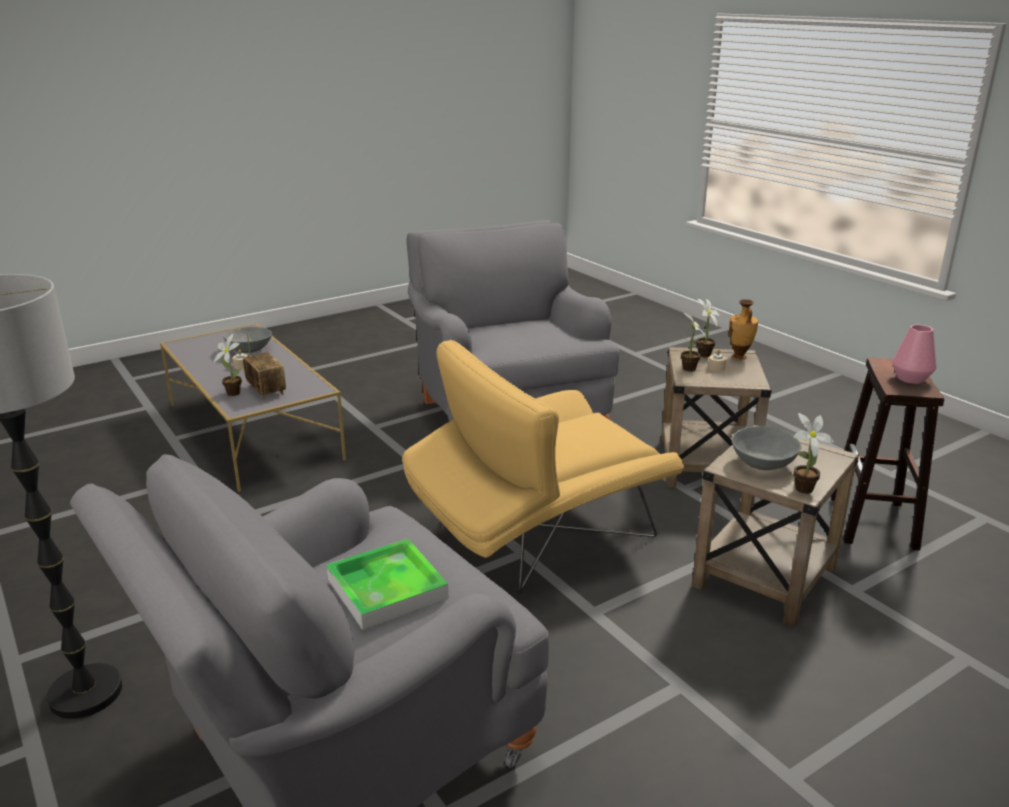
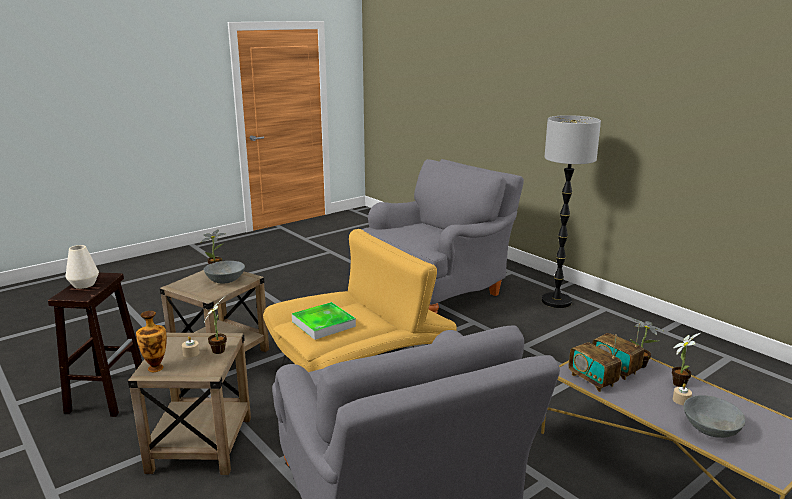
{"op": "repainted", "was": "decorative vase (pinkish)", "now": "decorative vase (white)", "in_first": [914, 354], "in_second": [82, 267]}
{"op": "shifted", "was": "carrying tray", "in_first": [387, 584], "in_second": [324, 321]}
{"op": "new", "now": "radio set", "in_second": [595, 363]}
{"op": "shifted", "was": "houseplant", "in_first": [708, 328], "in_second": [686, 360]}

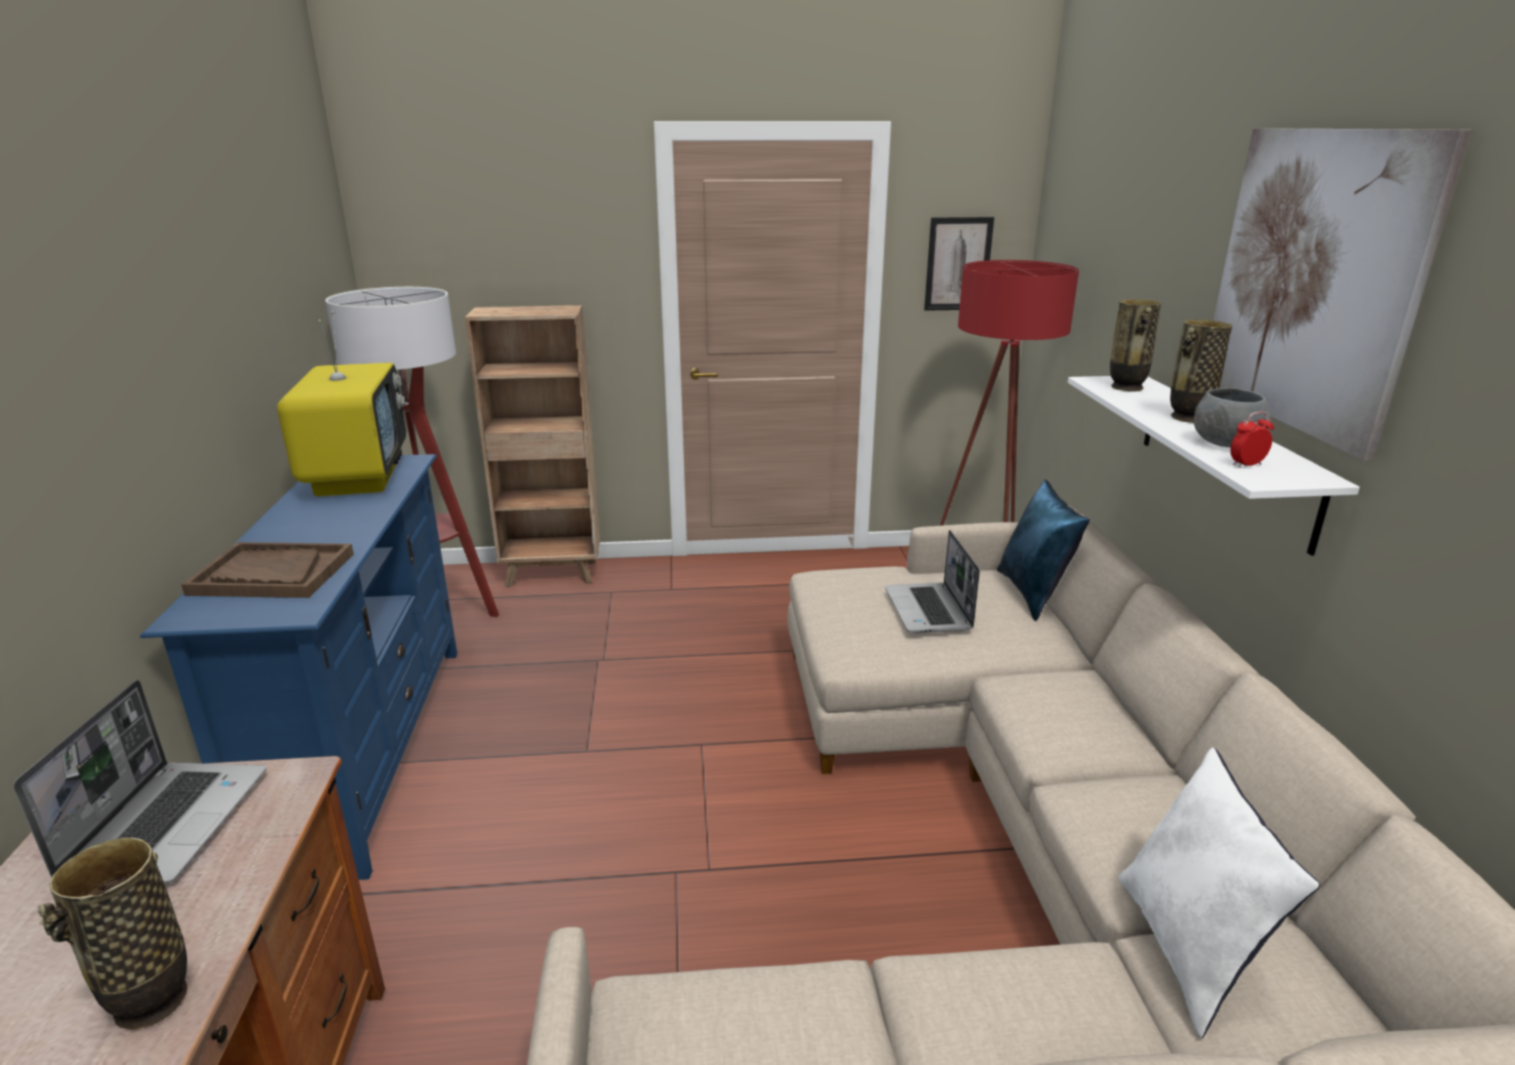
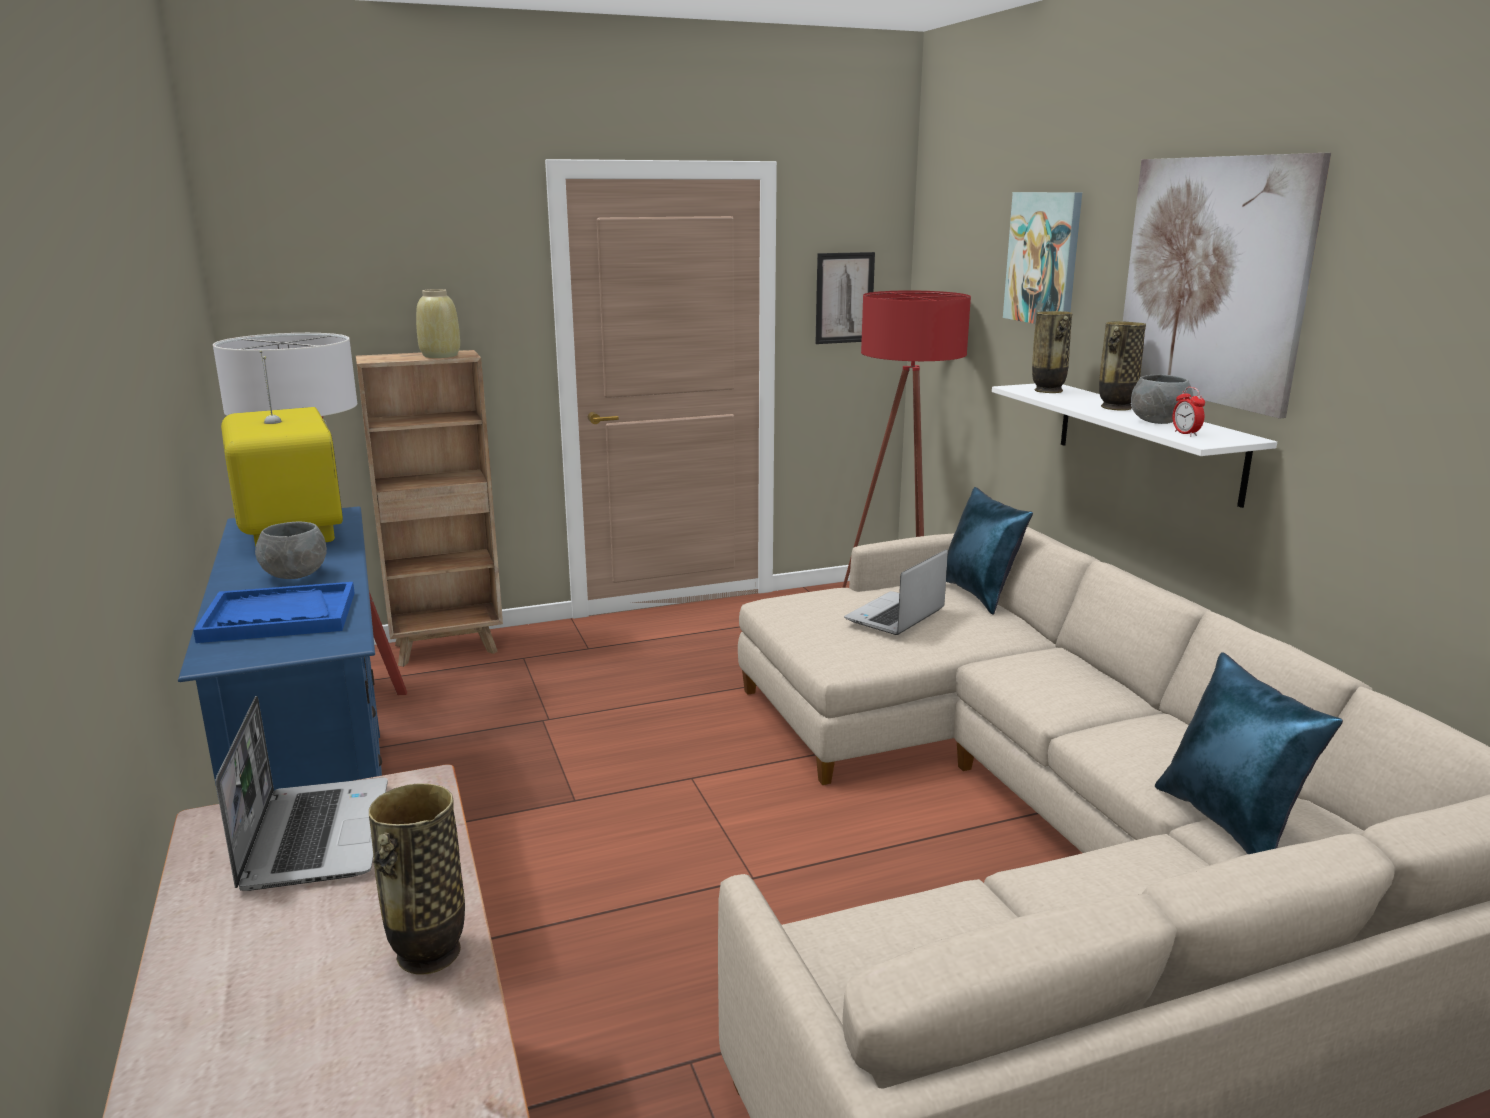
{"op": "repainted", "was": "carrying tray (brownish)", "now": "carrying tray (blue-coloured)", "in_first": [267, 570], "in_second": [274, 612]}
{"op": "new", "now": "serving bowl (gray)", "in_second": [291, 550]}
{"op": "new", "now": "decorative vase (beige-coloured)", "in_second": [438, 323]}
{"op": "rotated", "was": "notebook computer", "in_first": [932, 581], "in_second": [896, 592], "clockwise": 60}
{"op": "new", "now": "picture", "in_second": [1042, 258]}
{"op": "repainted", "was": "cushion (white)", "now": "cushion (blue-coloured)", "in_first": [1219, 893], "in_second": [1249, 753]}
{"op": "rotated", "was": "table clock", "in_first": [1252, 440], "in_second": [1188, 411], "clockwise": -75}

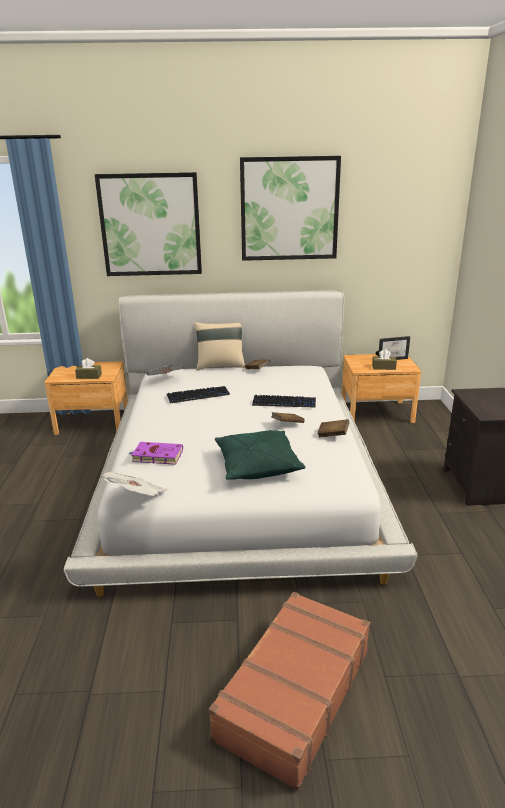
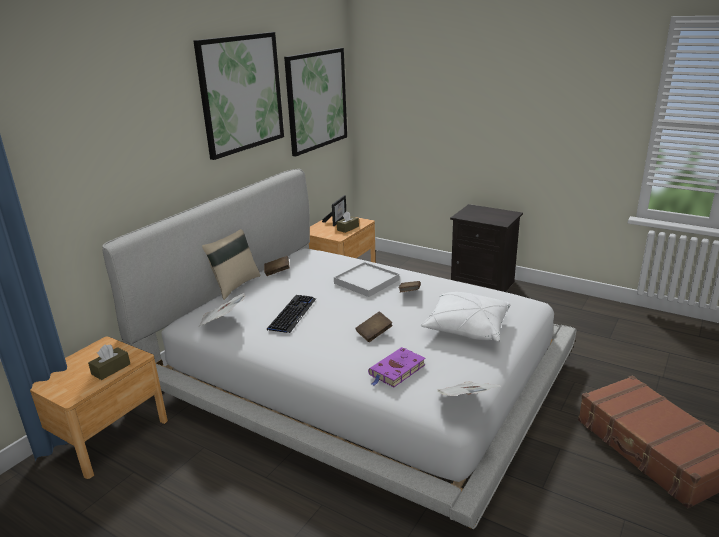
{"op": "shifted", "was": "picture", "in_first": [148, 224], "in_second": [315, 102]}
{"op": "swapped", "was": "PC keyboard", "now": "carrying tray (white)", "in_first": [284, 401], "in_second": [366, 279]}
{"op": "shifted", "was": "bound book (brownish)", "in_first": [333, 428], "in_second": [374, 327]}
{"op": "repainted", "was": "cushion (greenish)", "now": "cushion (white)", "in_first": [260, 455], "in_second": [465, 317]}

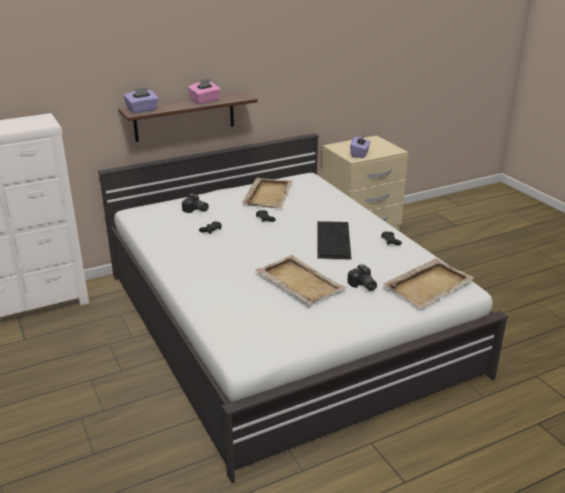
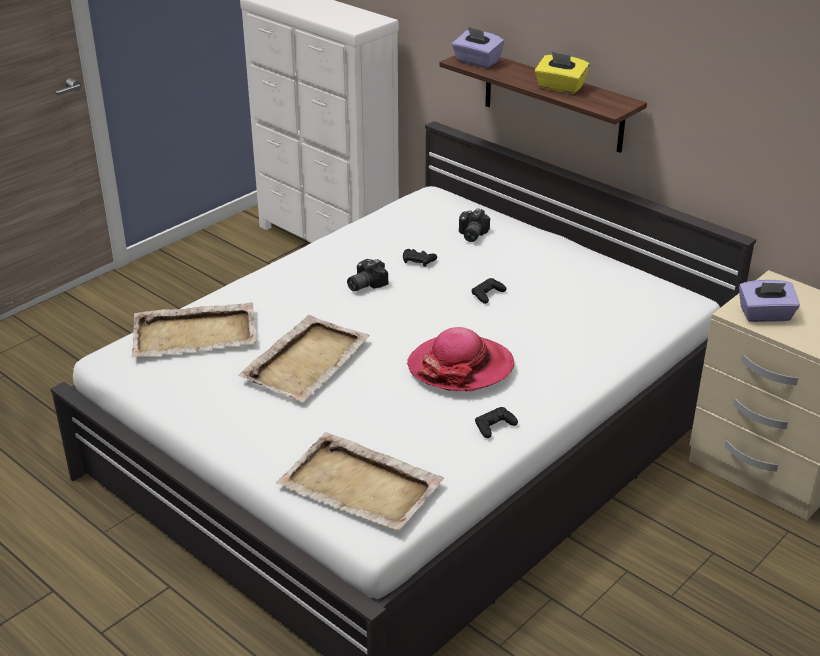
{"op": "shifted", "was": "carrying tray (beige-coloured)", "in_first": [267, 192], "in_second": [194, 330]}
{"op": "shifted", "was": "still camera", "in_first": [362, 277], "in_second": [367, 275]}
{"op": "swapped", "was": "PC keyboard", "now": "wearable hat", "in_first": [334, 240], "in_second": [460, 359]}
{"op": "repainted", "was": "box of tissues (pinkish)", "now": "box of tissues (yellowish)", "in_first": [204, 91], "in_second": [562, 73]}

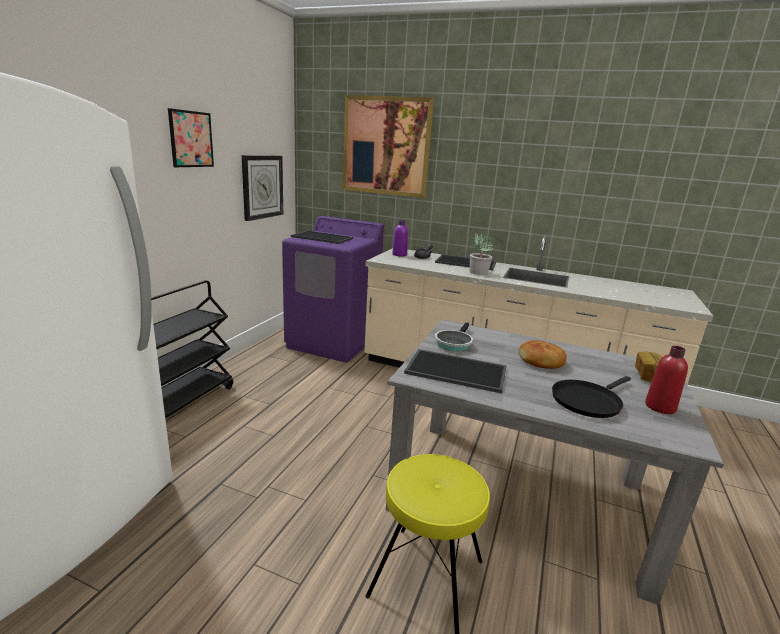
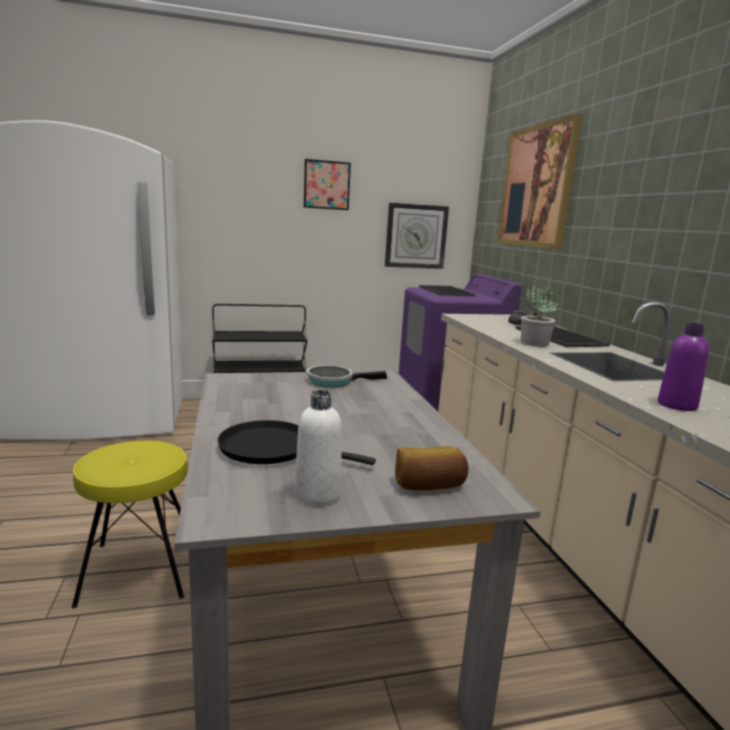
{"op": "repainted", "was": "beverage bottle (red)", "now": "beverage bottle (white)", "in_first": [666, 380], "in_second": [318, 448]}
{"op": "shifted", "was": "beverage bottle (purple)", "in_first": [400, 238], "in_second": [683, 367]}
{"op": "gone", "was": "carrying tray", "in_first": [455, 371]}
{"op": "gone", "was": "baked bread", "in_first": [543, 354]}

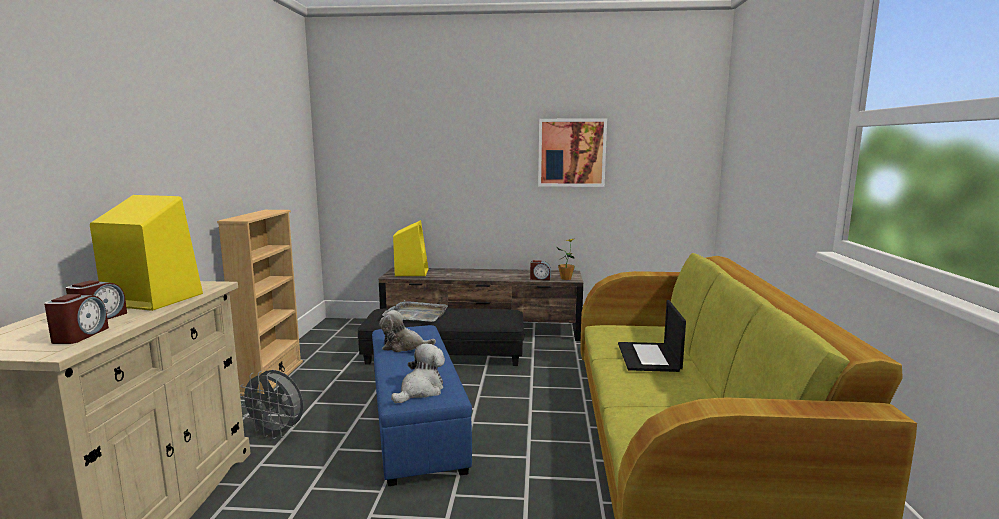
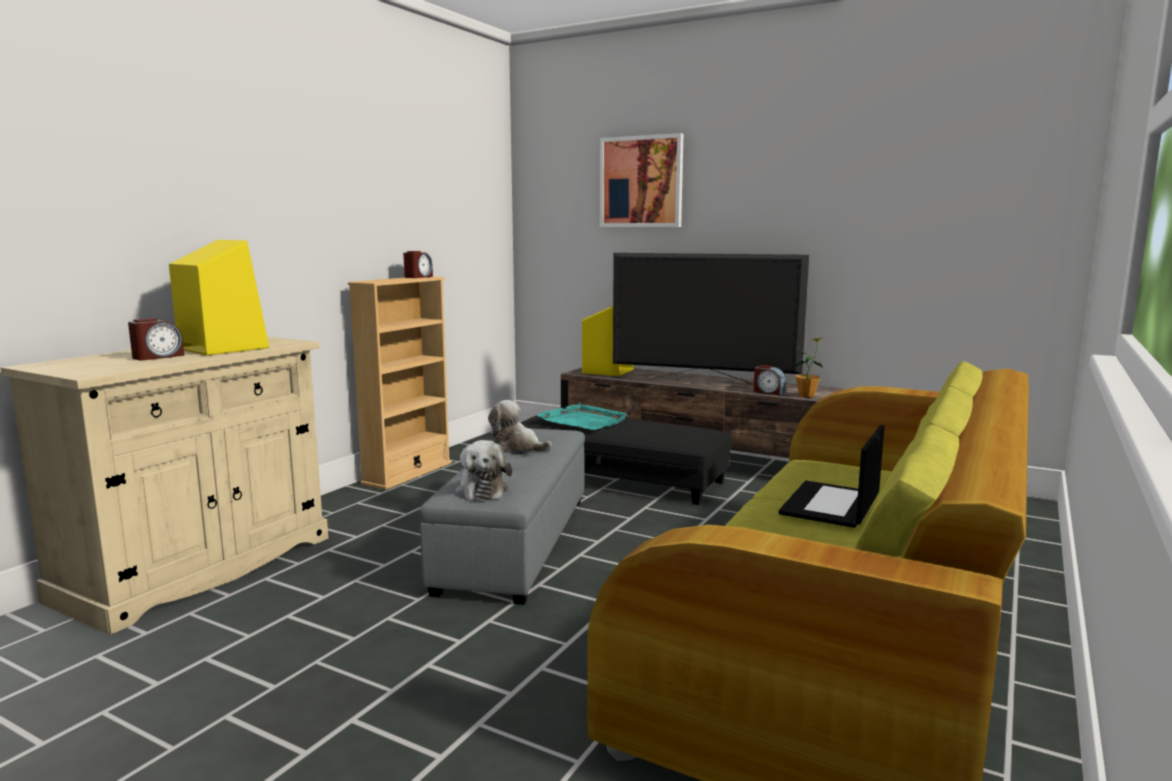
{"op": "shifted", "was": "table clock", "in_first": [76, 319], "in_second": [418, 264]}
{"op": "repainted", "was": "ottoman (blue-coloured)", "now": "ottoman (gray)", "in_first": [422, 405], "in_second": [502, 516]}
{"op": "rotated", "was": "plush toy", "in_first": [418, 373], "in_second": [483, 470], "clockwise": 105}
{"op": "repainted", "was": "carrying tray (gray)", "now": "carrying tray (turquoise-coloured)", "in_first": [415, 311], "in_second": [582, 416]}
{"op": "shifted", "was": "picture", "in_first": [572, 152], "in_second": [641, 180]}
{"op": "new", "now": "TV set", "in_second": [711, 318]}
{"op": "gone", "was": "cooling fan (gray)", "in_first": [272, 404]}

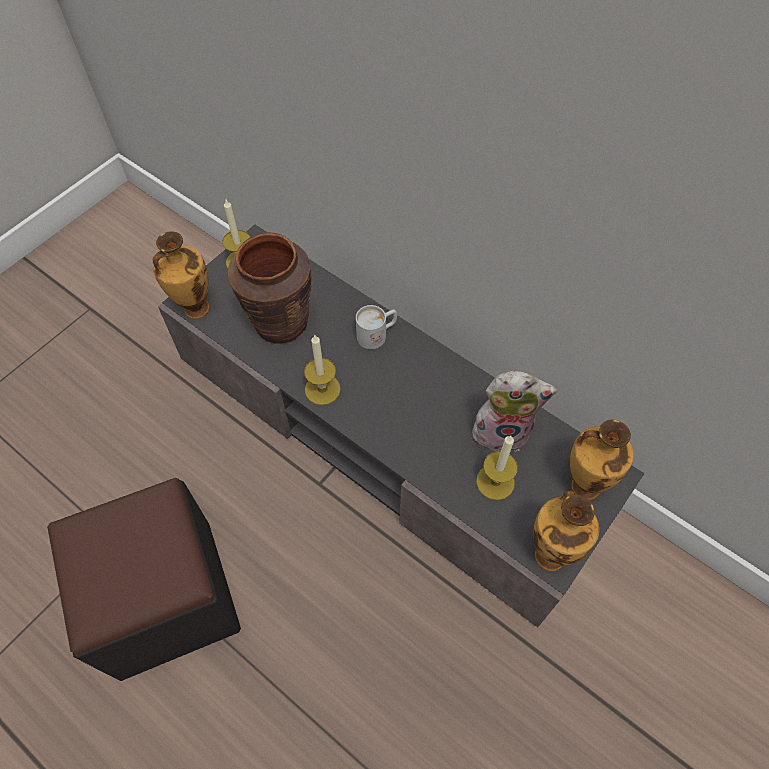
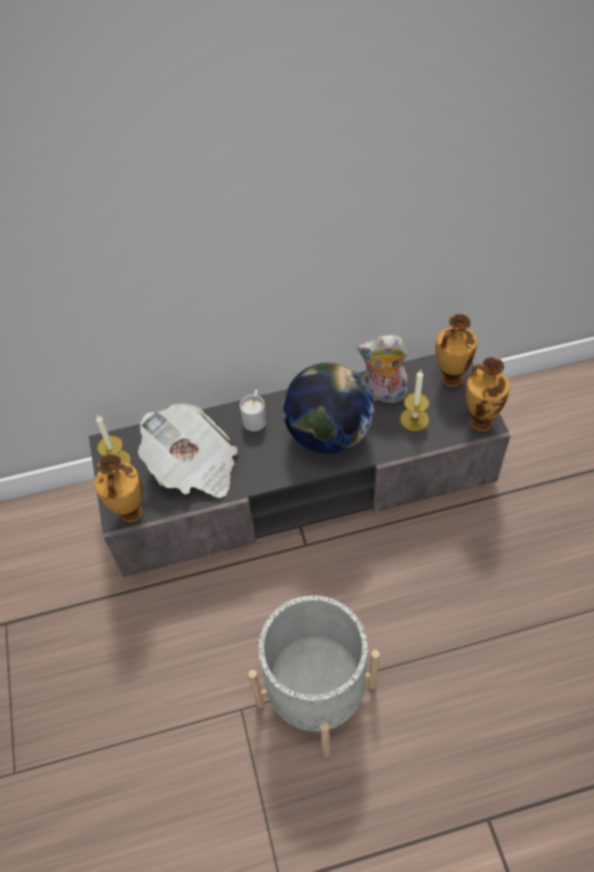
{"op": "swapped", "was": "decorative vase (brownish)", "now": "newspaper", "in_first": [269, 287], "in_second": [187, 451]}
{"op": "swapped", "was": "ottoman (black)", "now": "flower pot (gray)", "in_first": [144, 579], "in_second": [314, 676]}
{"op": "new", "now": "desk globe", "in_second": [328, 408]}
{"op": "rotated", "was": "plush toy", "in_first": [514, 411], "in_second": [383, 369], "clockwise": -120}
{"op": "gone", "was": "wax candle", "in_first": [322, 369]}

